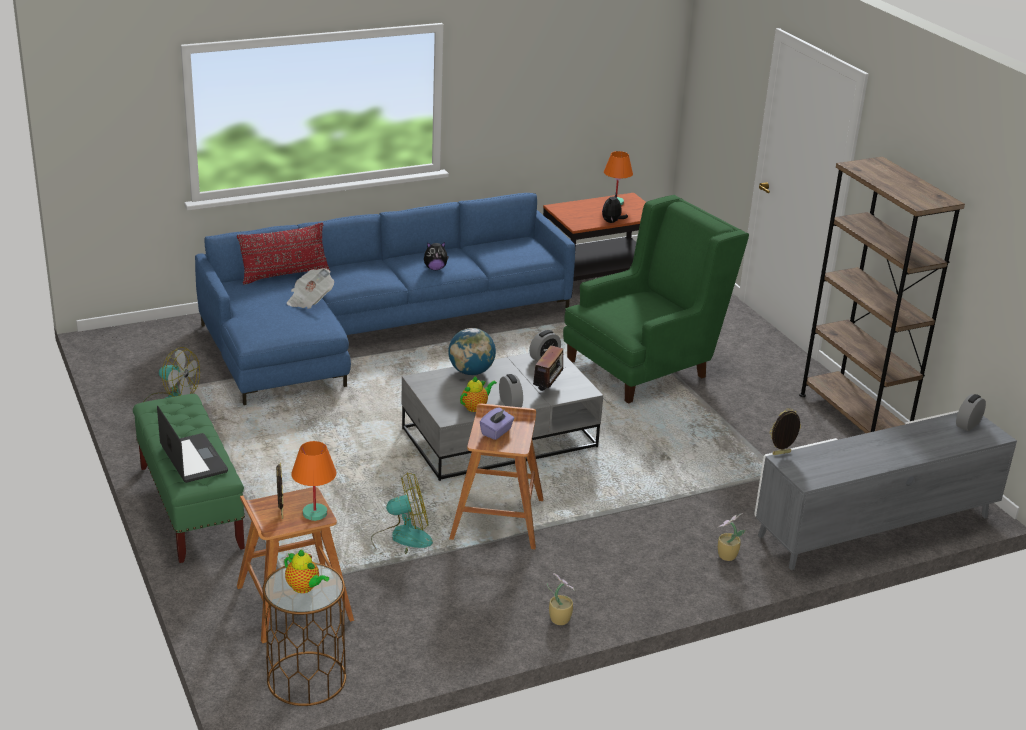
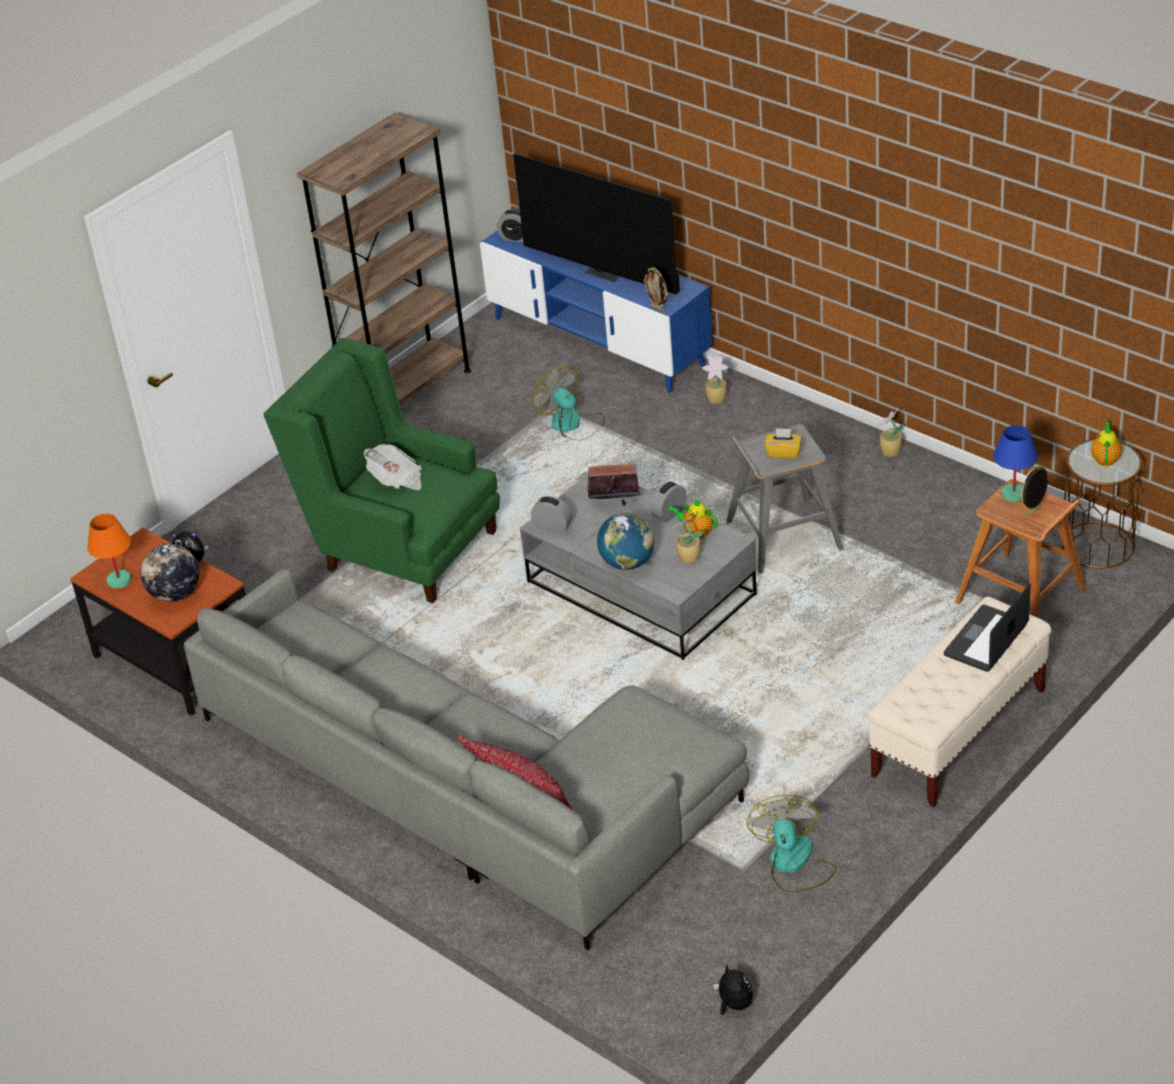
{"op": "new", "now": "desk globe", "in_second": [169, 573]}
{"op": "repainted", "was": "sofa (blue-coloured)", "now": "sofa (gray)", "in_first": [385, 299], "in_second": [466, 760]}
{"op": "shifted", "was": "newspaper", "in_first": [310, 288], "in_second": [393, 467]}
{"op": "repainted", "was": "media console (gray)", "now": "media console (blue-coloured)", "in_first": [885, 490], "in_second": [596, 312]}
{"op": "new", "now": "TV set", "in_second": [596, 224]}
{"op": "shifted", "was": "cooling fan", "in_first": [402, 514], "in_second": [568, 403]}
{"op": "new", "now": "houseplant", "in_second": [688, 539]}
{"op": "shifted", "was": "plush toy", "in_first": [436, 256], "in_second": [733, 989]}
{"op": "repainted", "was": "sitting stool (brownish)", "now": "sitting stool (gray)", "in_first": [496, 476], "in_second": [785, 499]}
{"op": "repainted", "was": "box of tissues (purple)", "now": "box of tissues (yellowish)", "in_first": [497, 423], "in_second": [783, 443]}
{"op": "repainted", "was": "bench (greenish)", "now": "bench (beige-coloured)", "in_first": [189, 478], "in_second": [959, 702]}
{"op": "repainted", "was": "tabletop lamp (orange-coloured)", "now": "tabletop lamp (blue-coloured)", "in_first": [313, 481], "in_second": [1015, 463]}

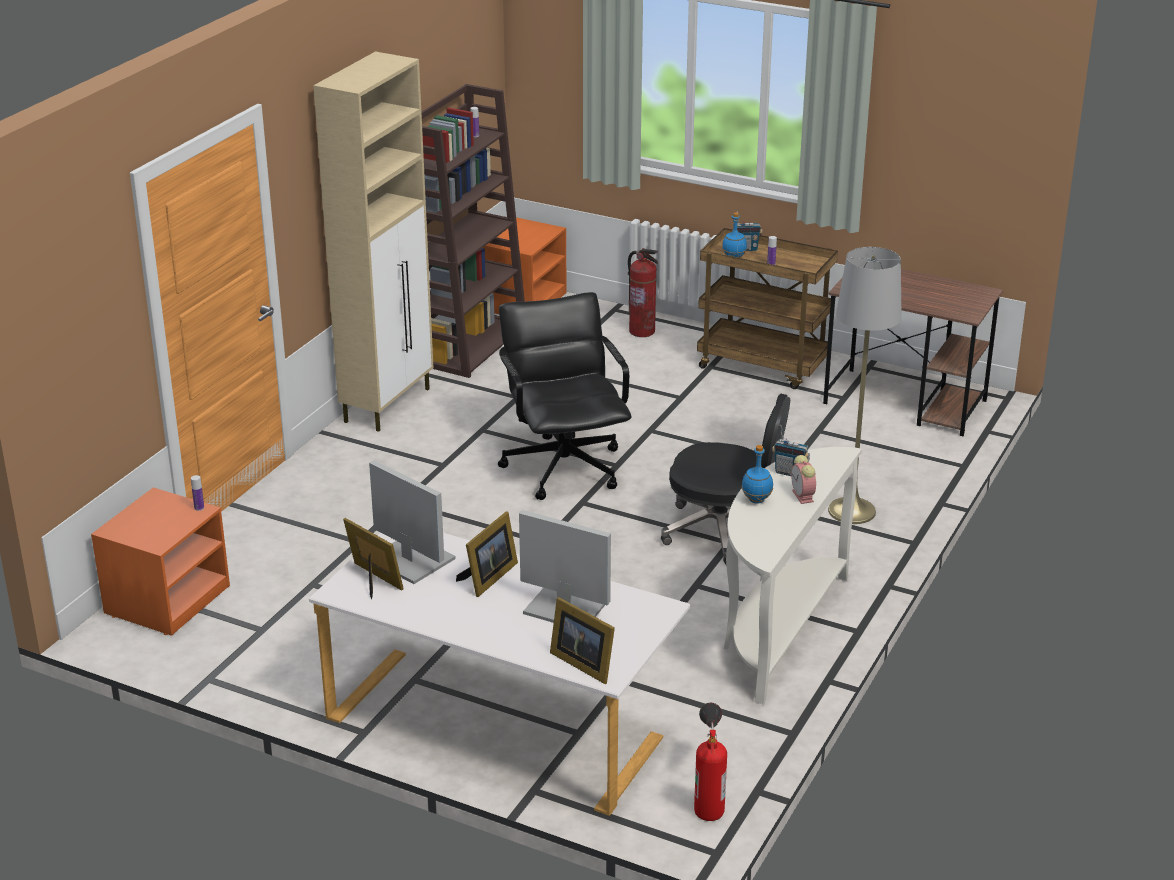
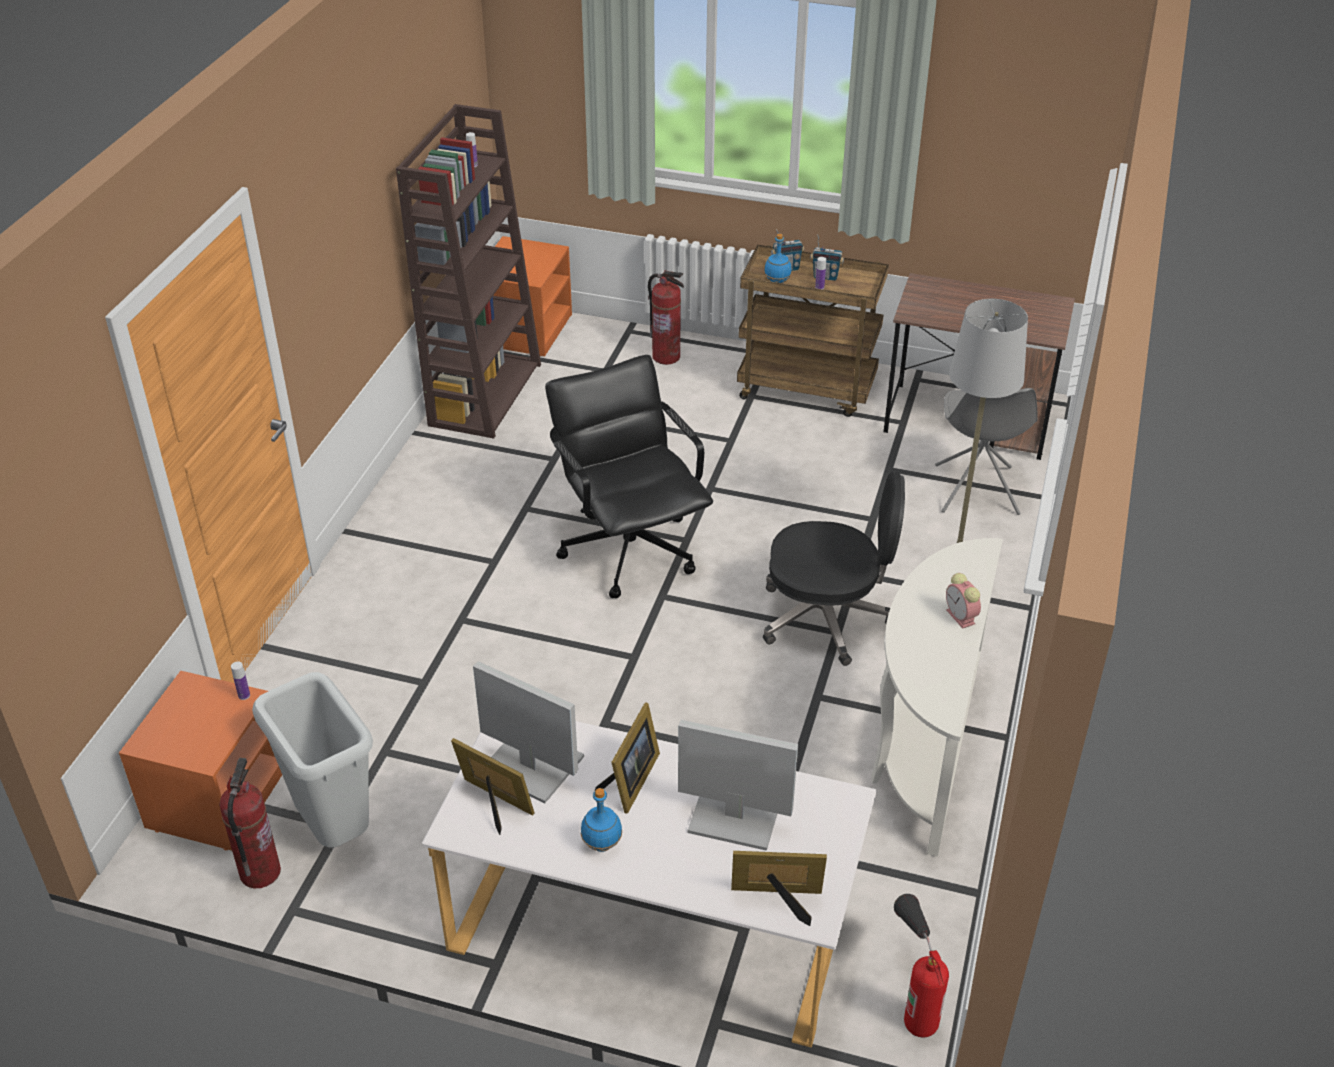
{"op": "new", "now": "fire-fighting cylinder", "in_second": [250, 823]}
{"op": "new", "now": "rubbish bin (gray)", "in_second": [312, 759]}
{"op": "shifted", "was": "beverage bottle (blue-coloured)", "in_first": [757, 474], "in_second": [601, 820]}
{"op": "rotated", "was": "standing frame", "in_first": [582, 640], "in_second": [779, 888], "clockwise": 150}
{"op": "shifted", "was": "radio set", "in_first": [791, 450], "in_second": [827, 257]}
{"op": "new", "now": "chair (gray)", "in_second": [986, 451]}
{"op": "gone", "was": "cupboard (beige-coloured)", "in_first": [373, 241]}

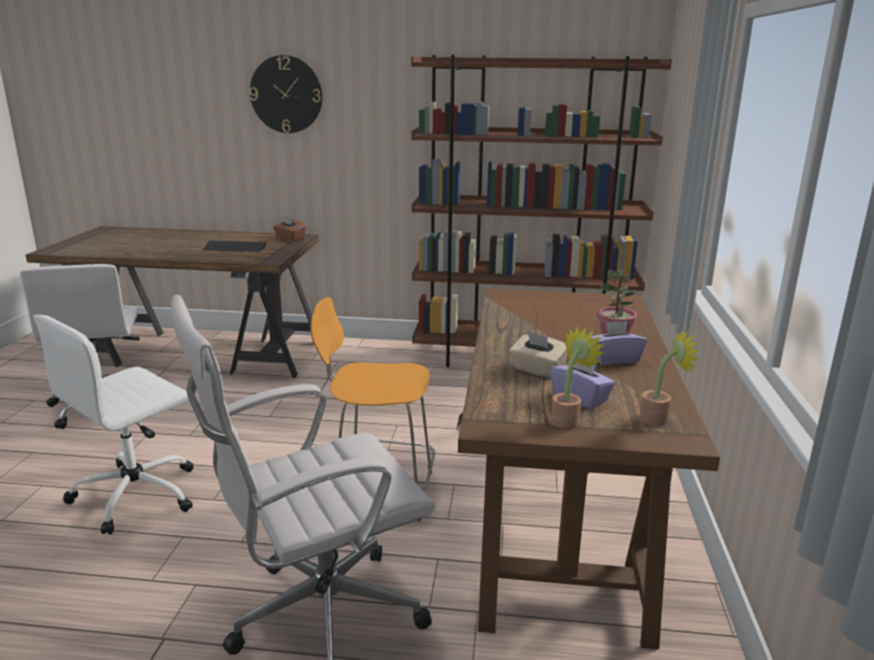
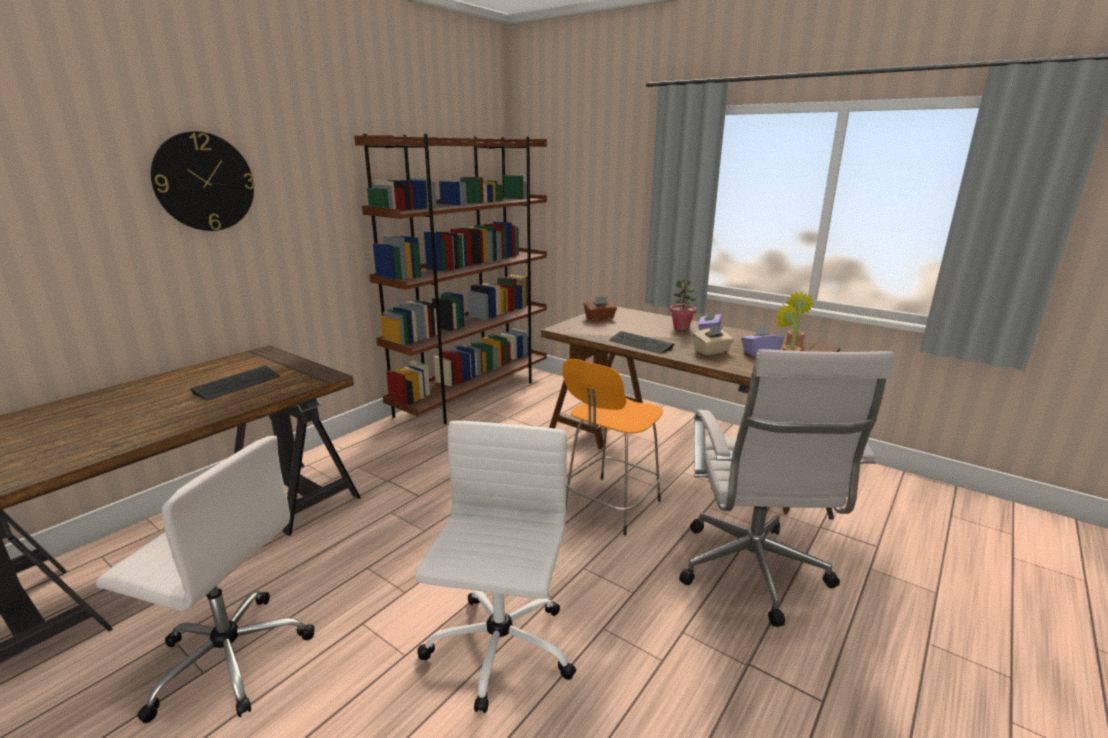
{"op": "rotated", "was": "desk chair (white)", "in_first": [113, 424], "in_second": [495, 567], "clockwise": -150}
{"op": "shifted", "was": "box of tissues (brownish)", "in_first": [289, 229], "in_second": [600, 308]}
{"op": "new", "now": "PC keyboard", "in_second": [641, 342]}

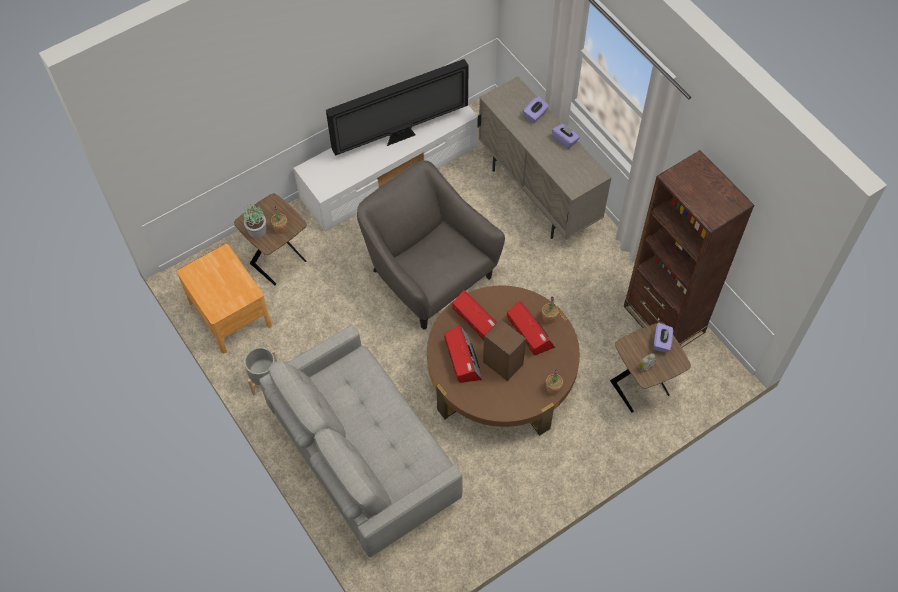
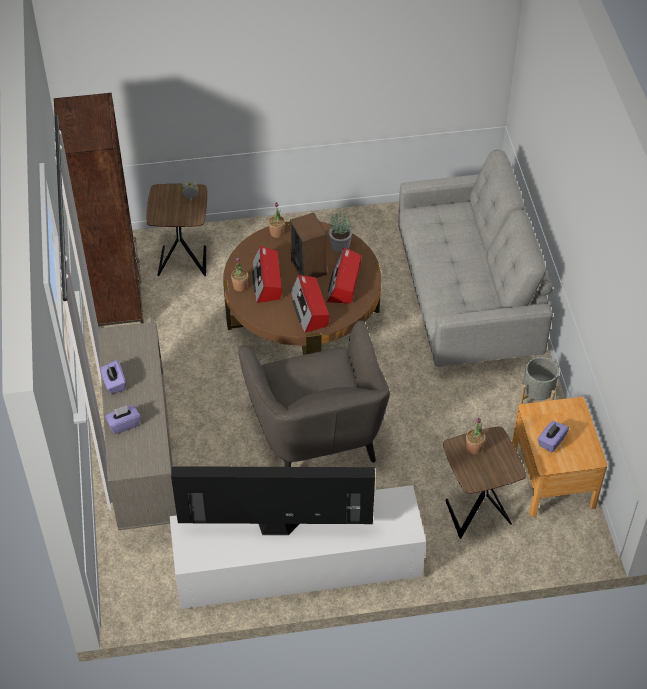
{"op": "shifted", "was": "houseplant", "in_first": [255, 221], "in_second": [340, 232]}
{"op": "shifted", "was": "box of tissues (purple)", "in_first": [663, 337], "in_second": [553, 437]}

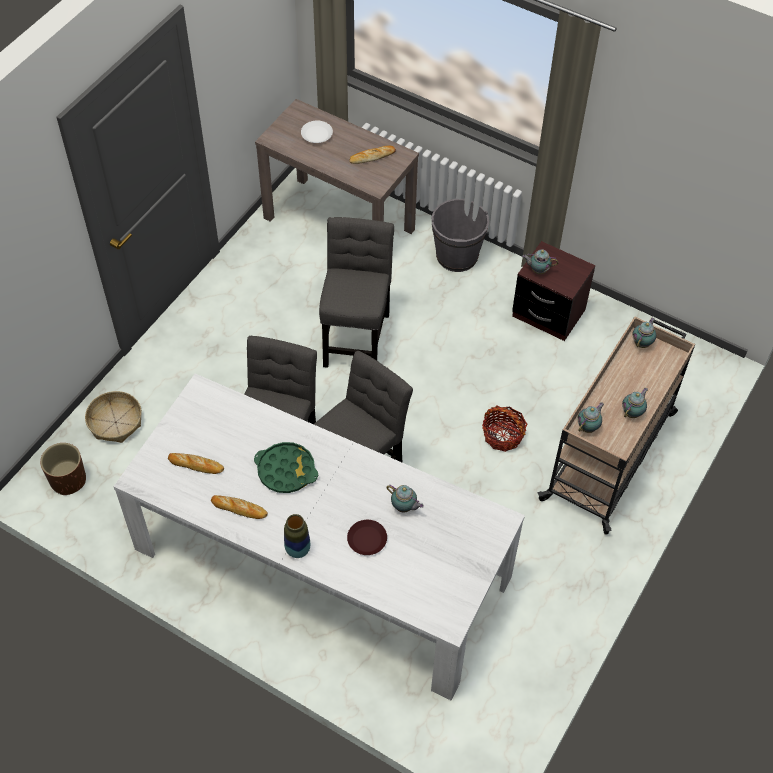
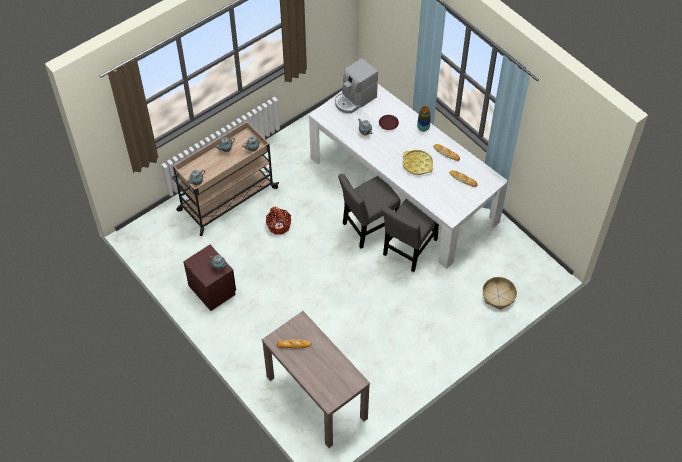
{"op": "new", "now": "coffee maker", "in_second": [356, 85]}
{"op": "repainted", "was": "carrying tray (greenish)", "now": "carrying tray (yellowish)", "in_first": [286, 467], "in_second": [417, 162]}
{"op": "gone", "was": "flower pot (brownish)", "in_first": [63, 469]}
{"op": "gone", "was": "dinner plate (white)", "in_first": [317, 132]}
{"op": "gone", "was": "chair (gray)", "in_first": [356, 292]}
{"op": "gone", "was": "pail (gray)", "in_first": [460, 235]}

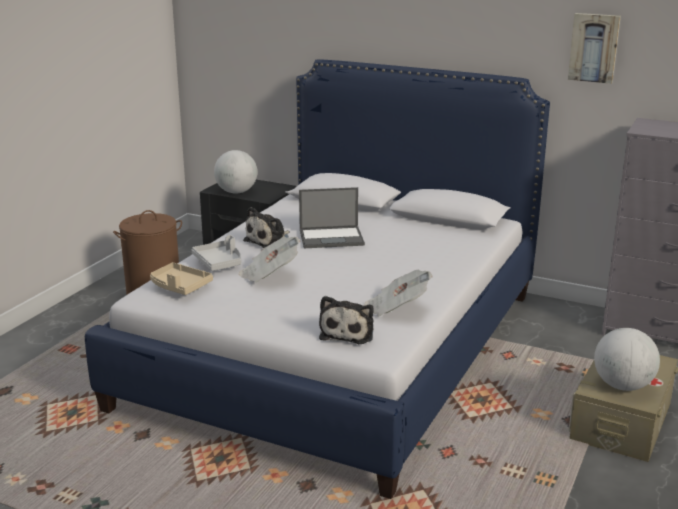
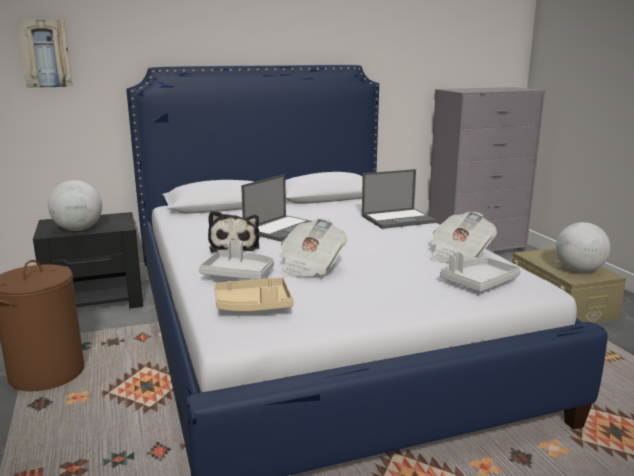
{"op": "shifted", "was": "picture", "in_first": [594, 48], "in_second": [45, 54]}
{"op": "new", "now": "notebook computer", "in_second": [399, 199]}
{"op": "swapped", "was": "plush toy", "now": "carrying tray (gray)", "in_first": [346, 320], "in_second": [480, 272]}

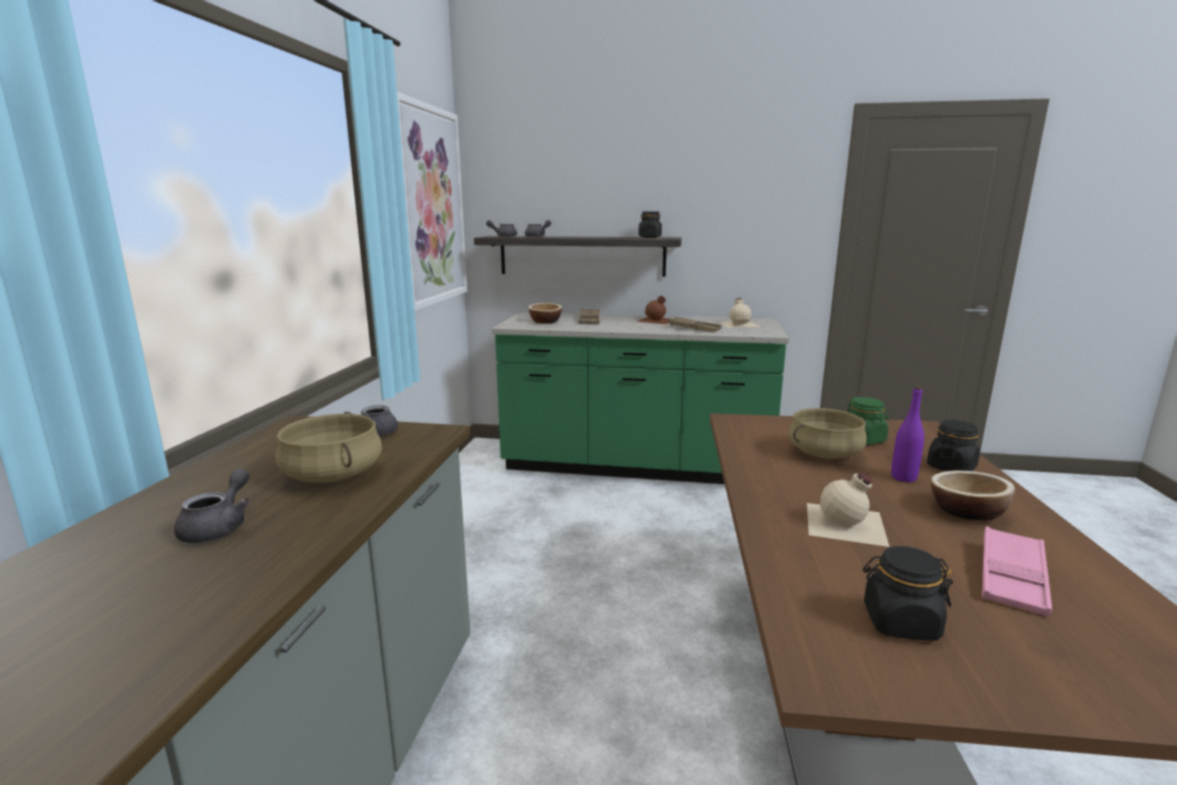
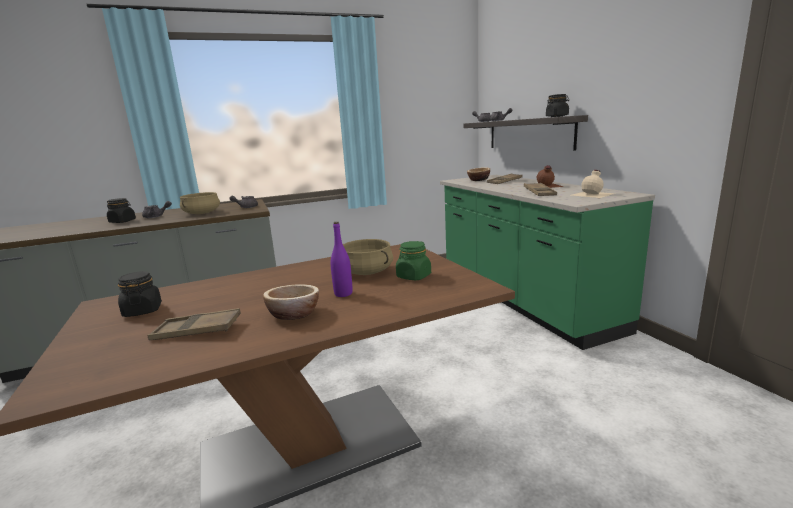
{"op": "shifted", "was": "storage jar (black)", "in_first": [953, 445], "in_second": [121, 210]}
{"op": "repainted", "was": "carrying tray (pinkish)", "now": "carrying tray (brownish)", "in_first": [1017, 571], "in_second": [194, 324]}
{"op": "gone", "was": "picture", "in_first": [432, 201]}
{"op": "gone", "was": "beverage bottle (beige-coloured)", "in_first": [848, 510]}

